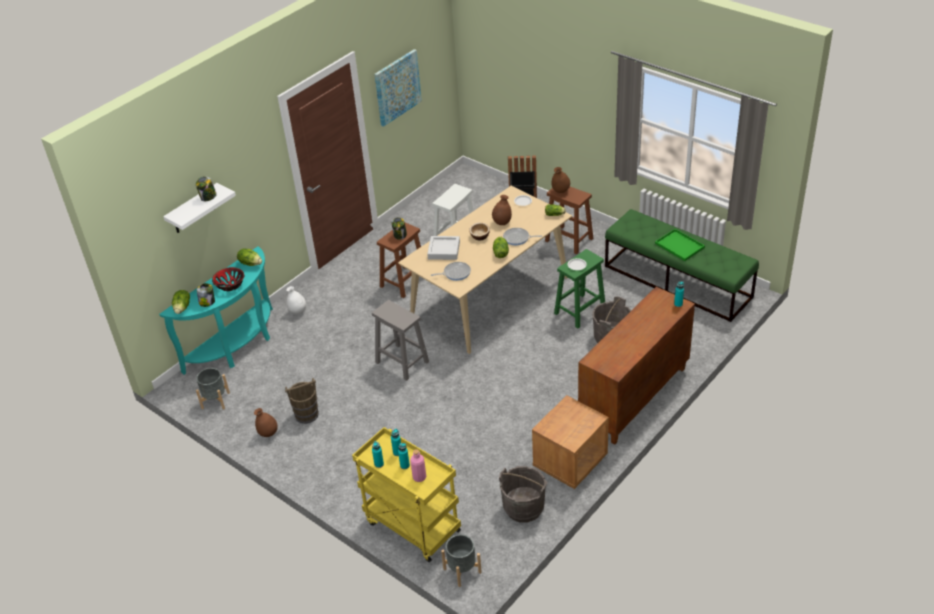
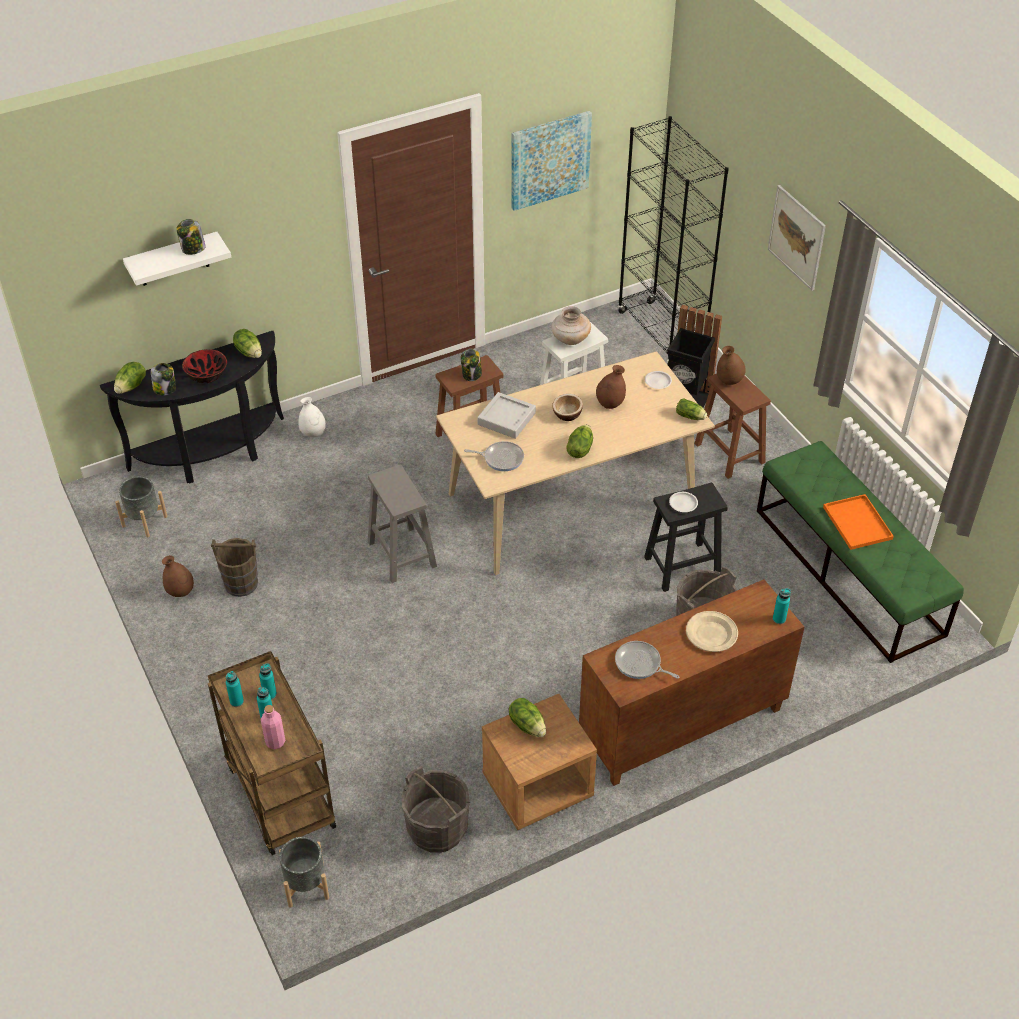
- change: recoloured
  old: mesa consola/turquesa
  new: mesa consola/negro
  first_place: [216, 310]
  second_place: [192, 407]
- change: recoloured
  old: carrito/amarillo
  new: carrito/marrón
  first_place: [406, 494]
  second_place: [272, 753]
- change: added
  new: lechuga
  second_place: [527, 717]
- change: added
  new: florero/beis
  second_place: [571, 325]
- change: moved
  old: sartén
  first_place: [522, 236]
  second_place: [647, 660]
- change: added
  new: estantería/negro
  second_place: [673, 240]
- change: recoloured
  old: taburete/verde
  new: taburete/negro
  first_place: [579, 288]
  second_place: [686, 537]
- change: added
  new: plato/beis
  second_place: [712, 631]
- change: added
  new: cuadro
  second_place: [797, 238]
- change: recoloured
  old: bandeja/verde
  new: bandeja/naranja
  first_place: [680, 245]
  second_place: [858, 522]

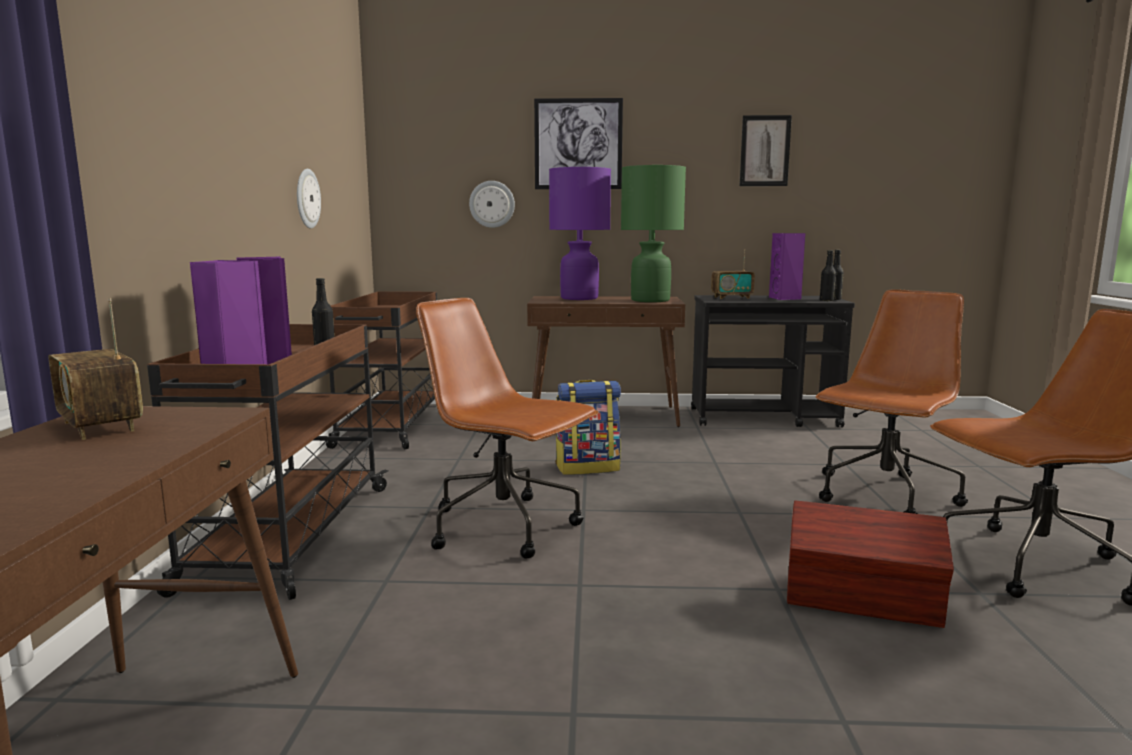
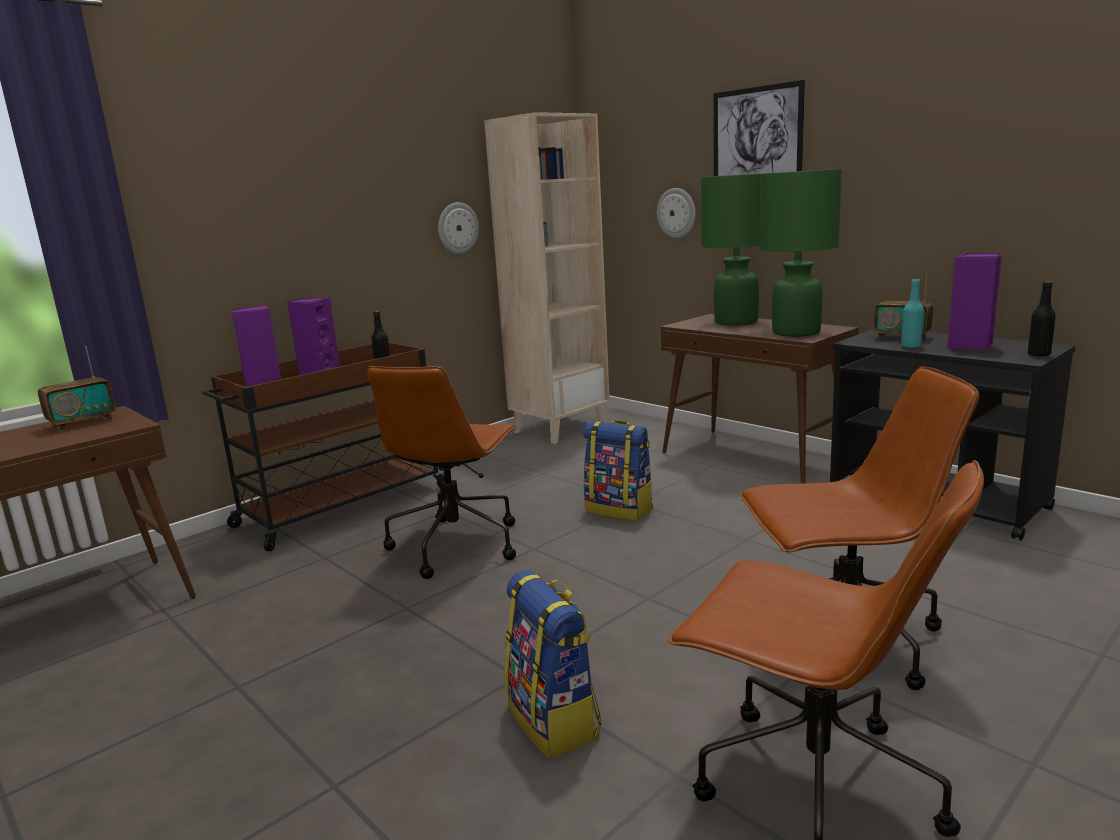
- change: turned
  old: radio
  first_place: [95, 369]
  second_place: [77, 388]
  degrees: -135
- change: turned
  old: silla de oficina/marrón
  first_place: [507, 428]
  second_place: [442, 472]
  degrees: -150
- change: replaced
  old: carrito/marrón
  new: estantería/beis
  first_place: [381, 370]
  second_place: [547, 278]
- change: replaced
  old: caja de almacenaje/marrón
  new: mochila
  first_place: [870, 564]
  second_place: [552, 664]
- change: recoloured
  old: lámpara de mesa/morado
  new: lámpara de mesa/verde
  first_place: [580, 233]
  second_place: [732, 249]
- change: added
  new: botella/turquesa
  second_place: [912, 313]
- change: removed
  old: cuadro
  first_place: [765, 150]
- change: removed
  old: botella/negro
  first_place: [828, 276]

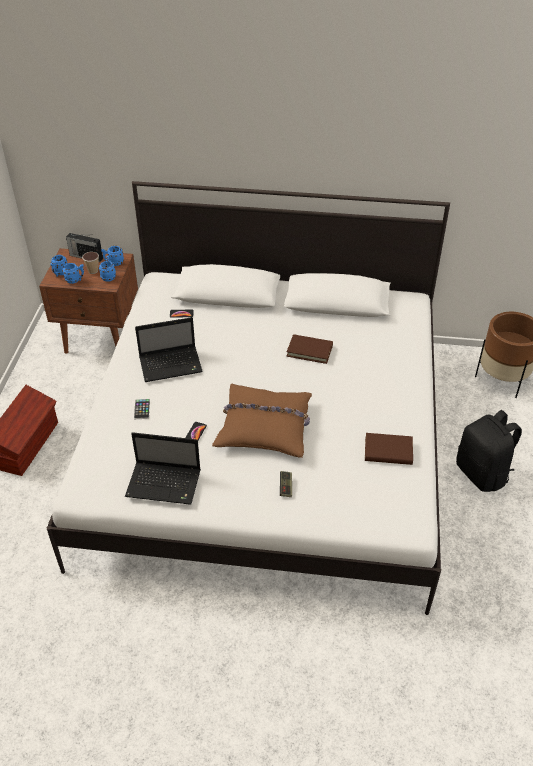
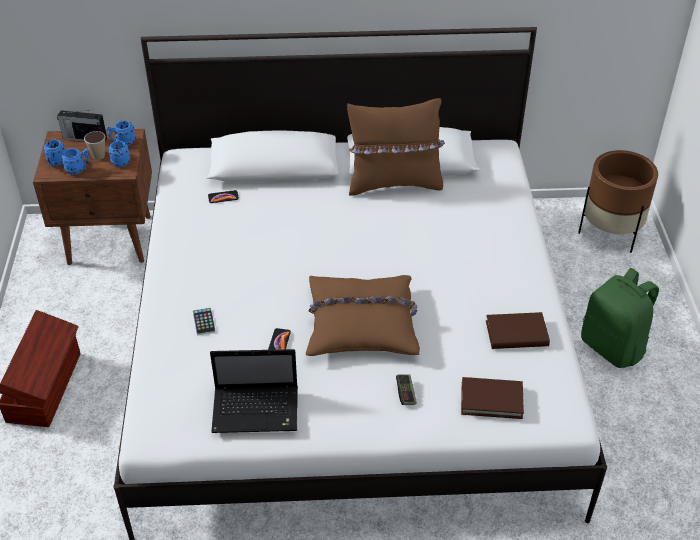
- change: added
  new: cojín/marrón
  second_place: [396, 147]
- change: moved
  old: libro/marrón
  first_place: [309, 349]
  second_place: [492, 398]
- change: recoloured
  old: mochila/negro
  new: mochila/verde
  first_place: [489, 451]
  second_place: [620, 318]
- change: removed
  old: portátil
  first_place: [169, 349]

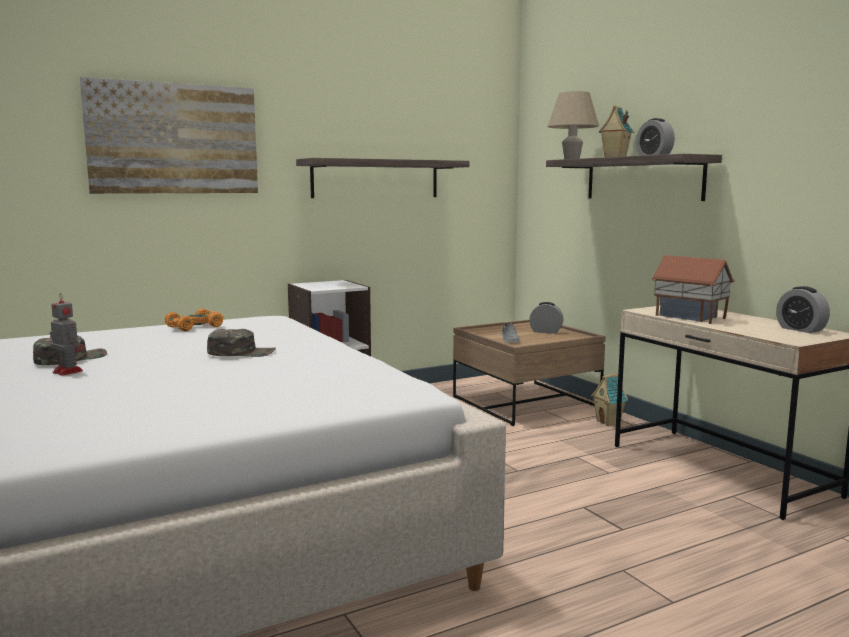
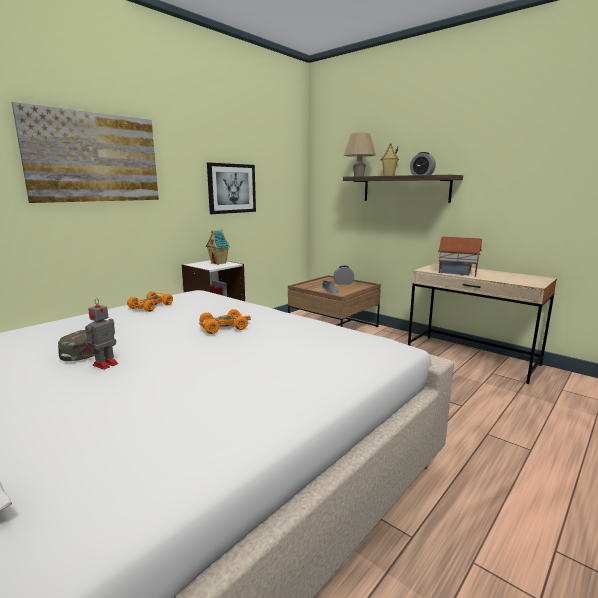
- change: turned
  old: robot de juguete
  first_place: [67, 334]
  second_place: [101, 334]
  degrees: -75
- change: replaced
  old: gorra/verde
  new: coche de juguete/naranja
  first_place: [241, 343]
  second_place: [225, 321]
- change: moved
  old: casita
  first_place: [609, 400]
  second_place: [218, 247]
- change: replaced
  old: estante
  new: cuadro
  first_place: [383, 178]
  second_place: [231, 188]
- change: removed
  old: despertador
  first_place: [803, 309]

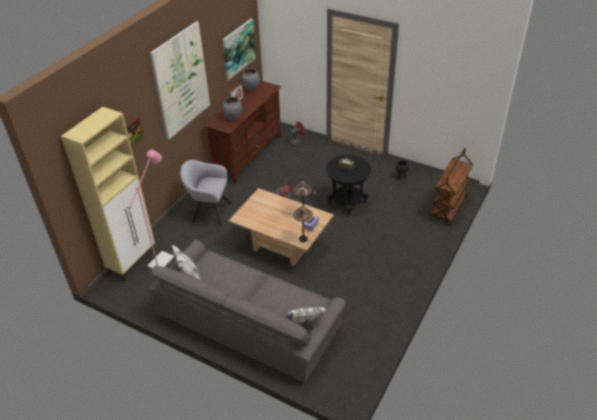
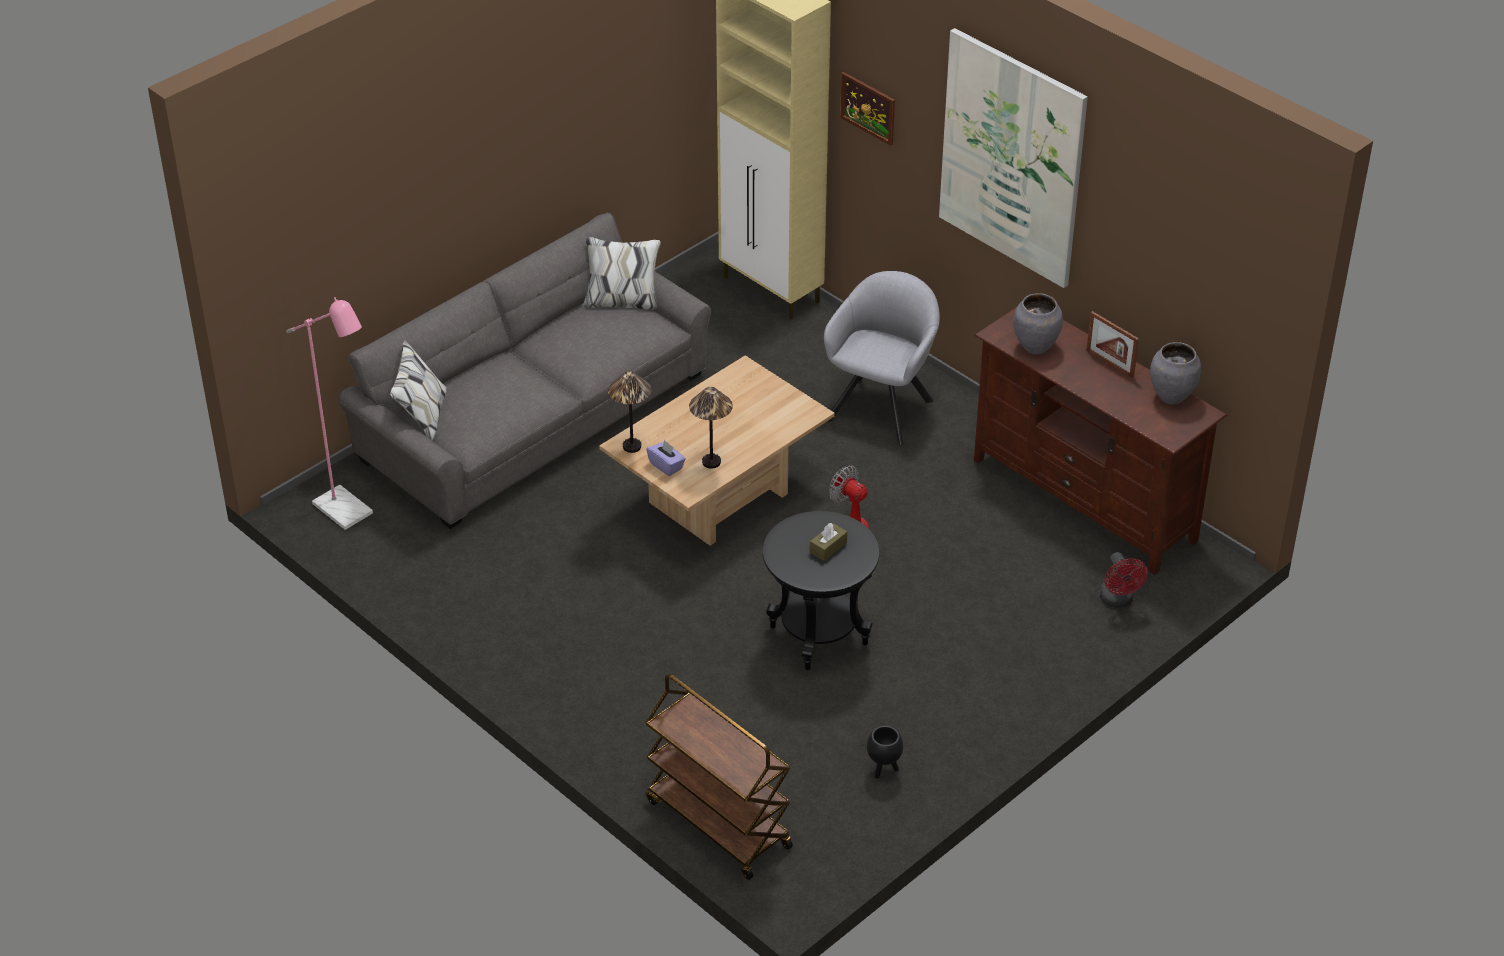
- change: moved
  old: lámpara de pie/rosa
  first_place: [151, 209]
  second_place: [329, 413]
- change: removed
  old: cuadro
  first_place: [239, 49]

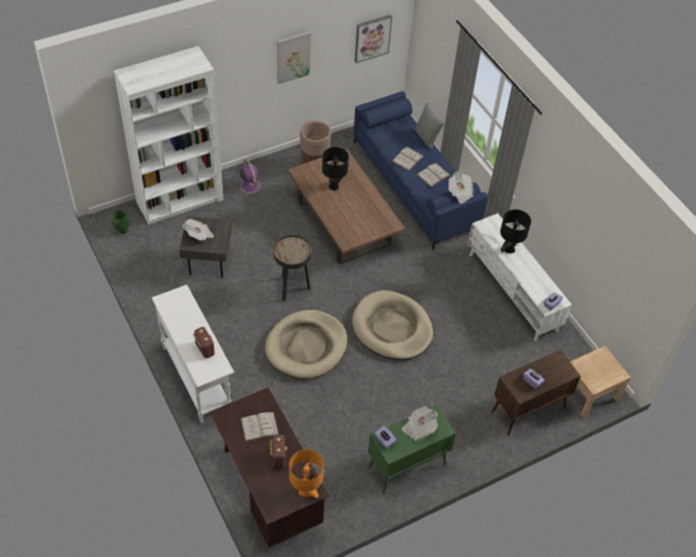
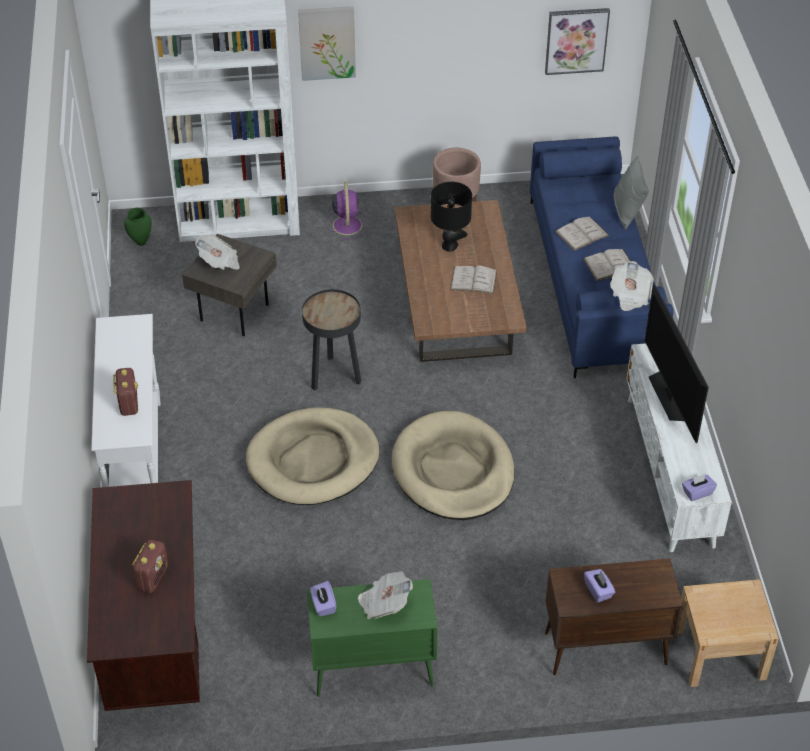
- change: moved
  old: cuadro
  first_place: [294, 57]
  second_place: [327, 43]
- change: moved
  old: libro/blanco
  first_place: [260, 427]
  second_place: [473, 279]
- change: replaced
  old: lámpara de mesa/negro
  new: televisor
  first_place: [515, 231]
  second_place: [677, 363]
- change: removed
  old: lámpara de mesa/naranja
  first_place: [306, 473]

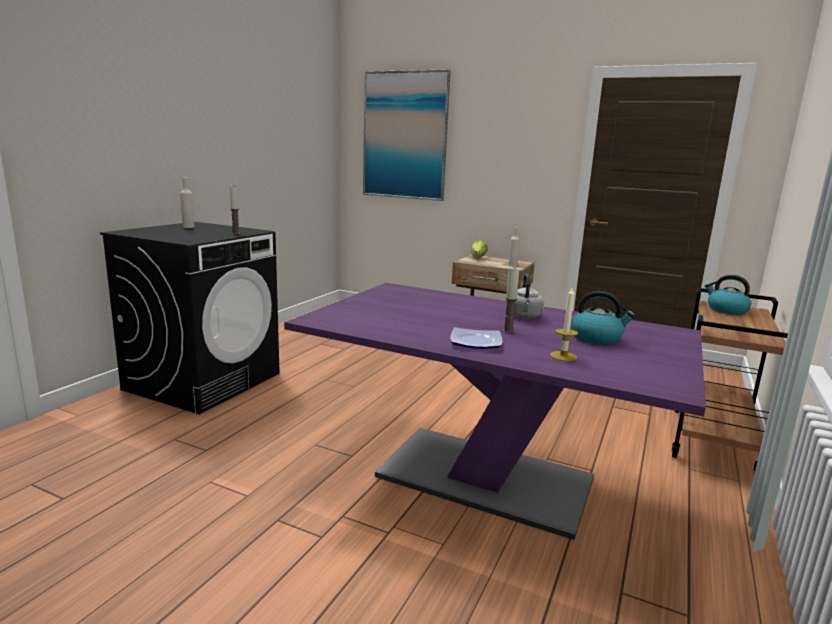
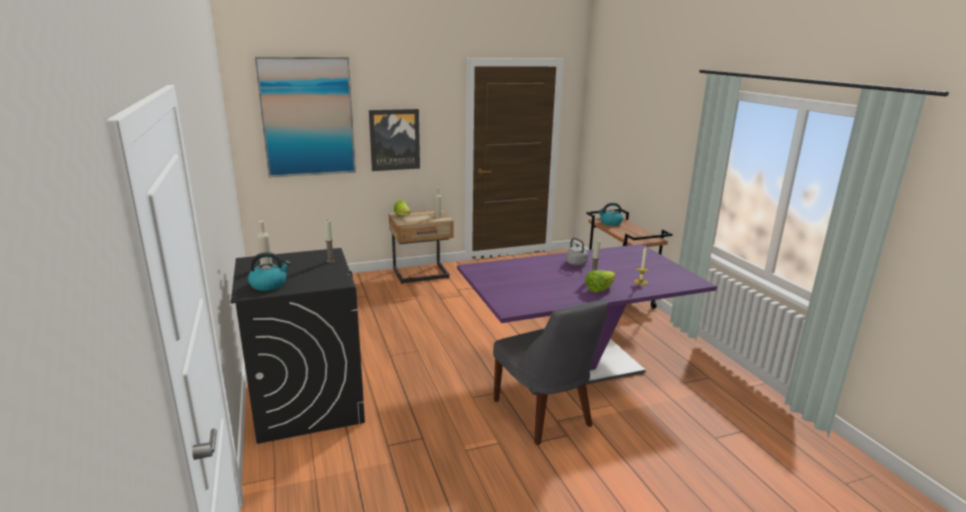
- change: moved
  old: hervidor
  first_place: [603, 318]
  second_place: [269, 271]
- change: added
  new: cuadro
  second_place: [394, 140]
- change: added
  new: silla/gris
  second_place: [550, 372]
- change: replaced
  old: plato
  new: lechuga
  first_place: [476, 338]
  second_place: [600, 281]

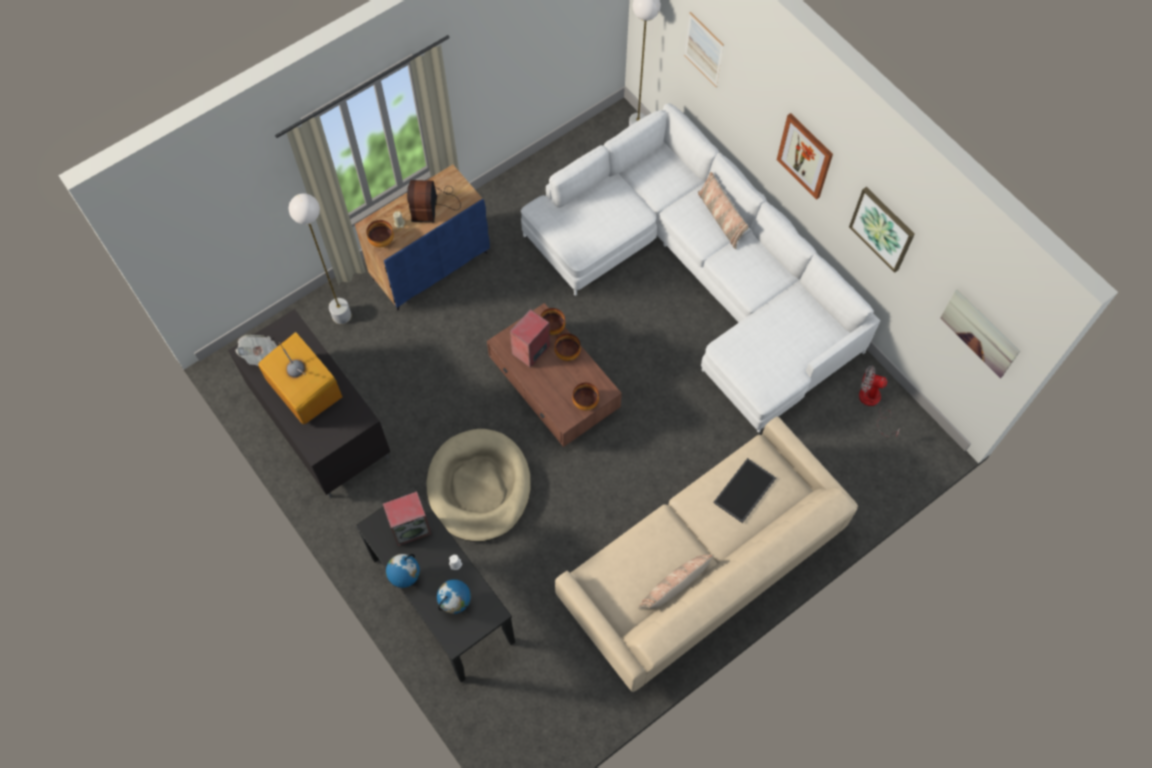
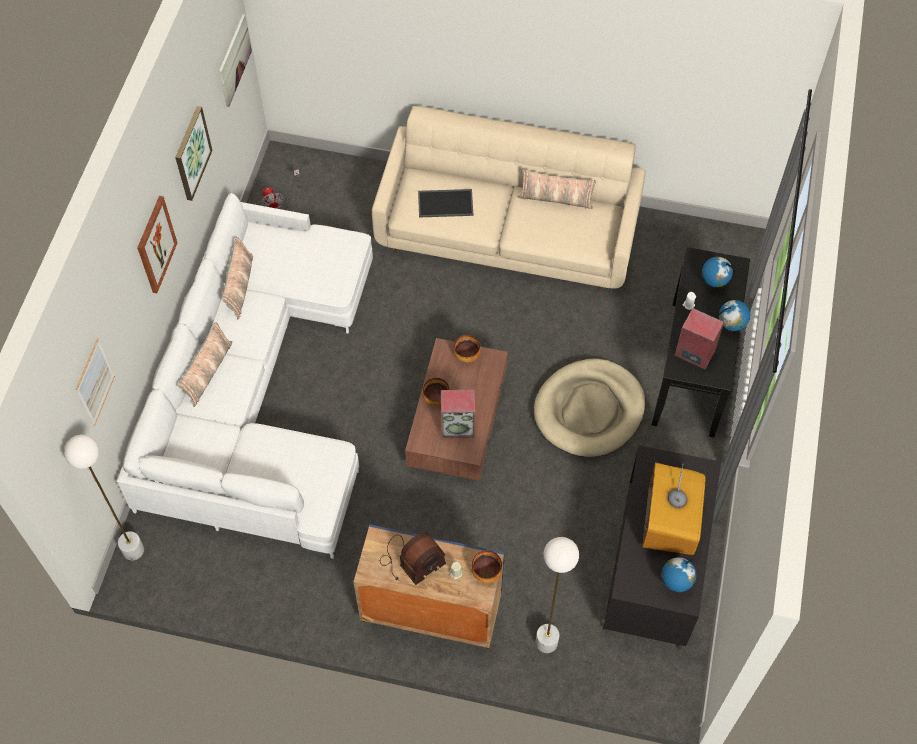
- change: added
  new: cojín
  second_place: [237, 278]
- change: replaced
  old: periódico
  new: globo terráqueo
  first_place: [256, 350]
  second_place: [678, 574]
- change: removed
  old: cuenco
  first_place: [552, 321]

